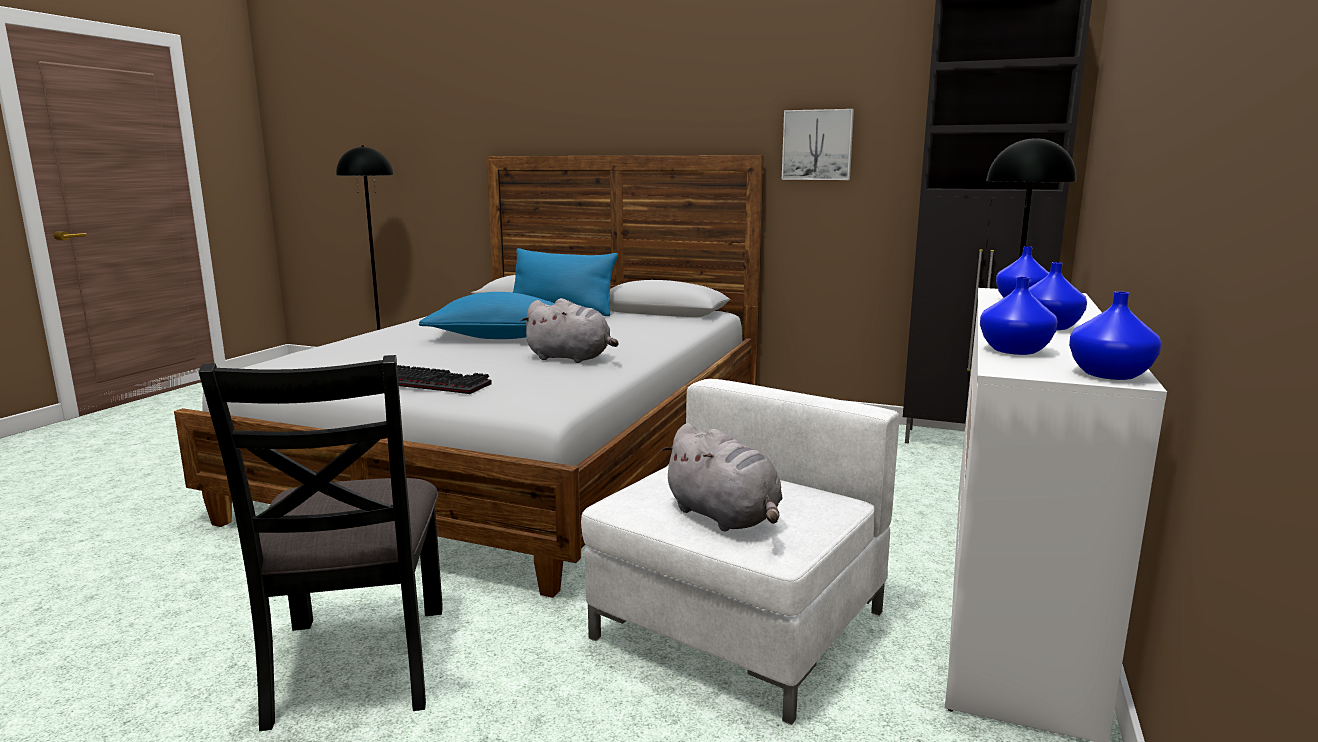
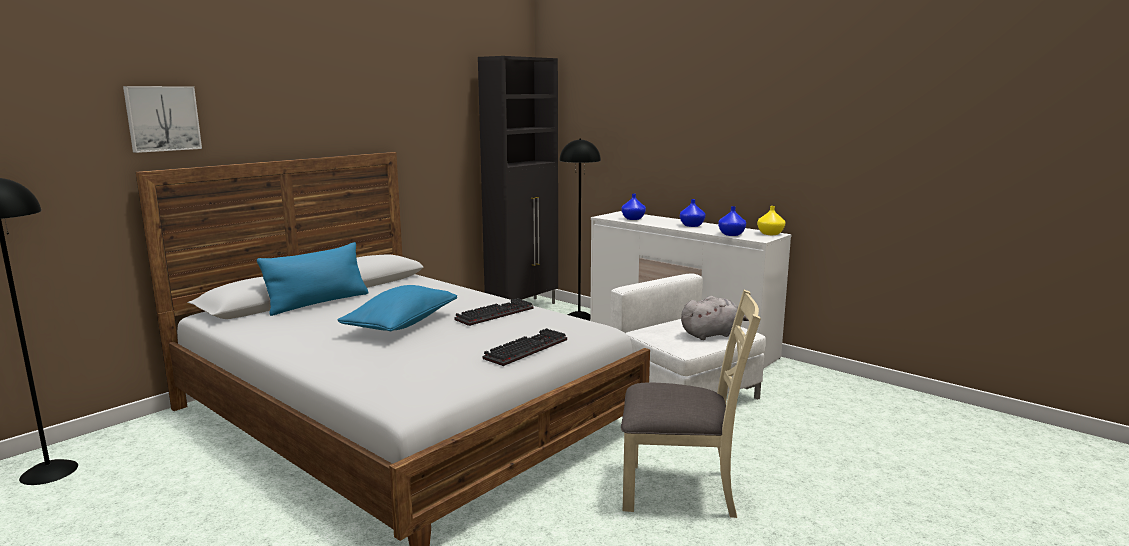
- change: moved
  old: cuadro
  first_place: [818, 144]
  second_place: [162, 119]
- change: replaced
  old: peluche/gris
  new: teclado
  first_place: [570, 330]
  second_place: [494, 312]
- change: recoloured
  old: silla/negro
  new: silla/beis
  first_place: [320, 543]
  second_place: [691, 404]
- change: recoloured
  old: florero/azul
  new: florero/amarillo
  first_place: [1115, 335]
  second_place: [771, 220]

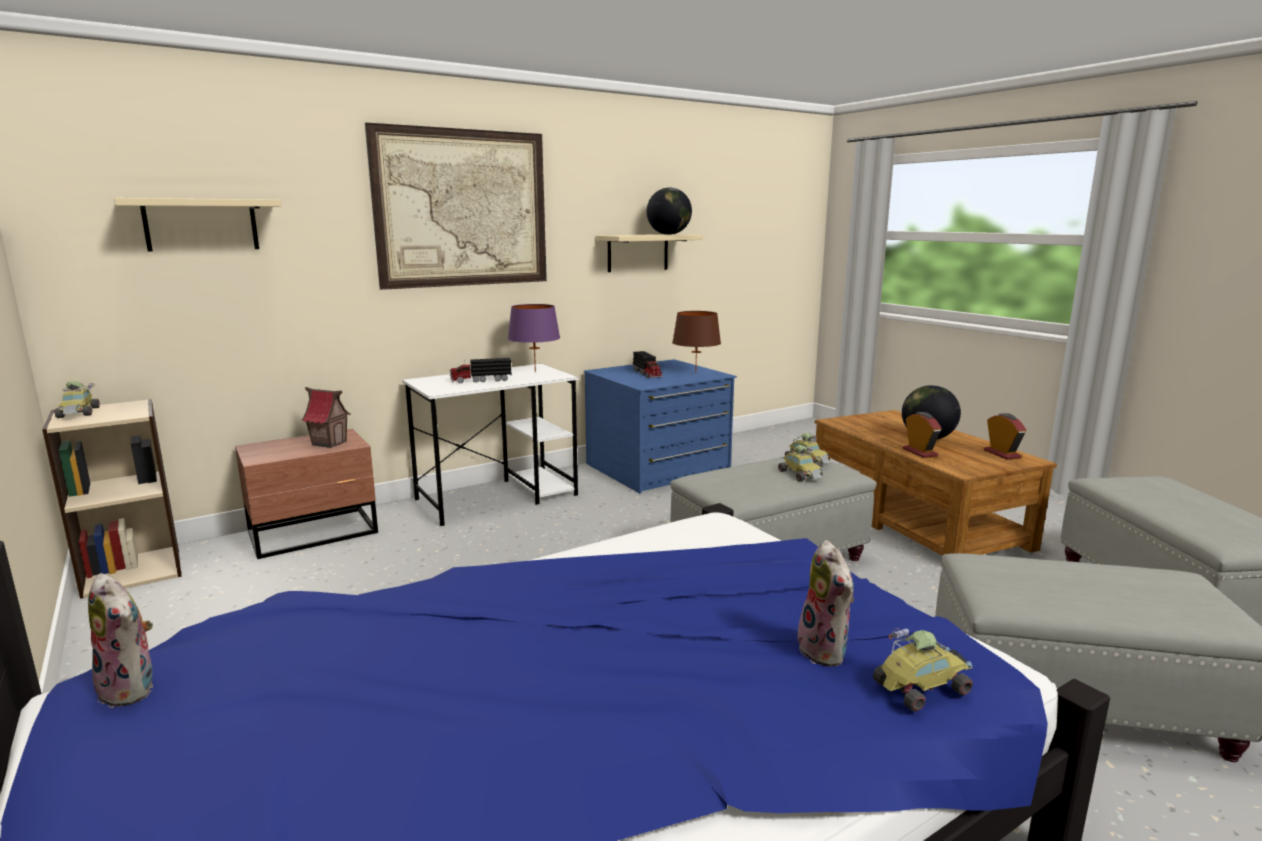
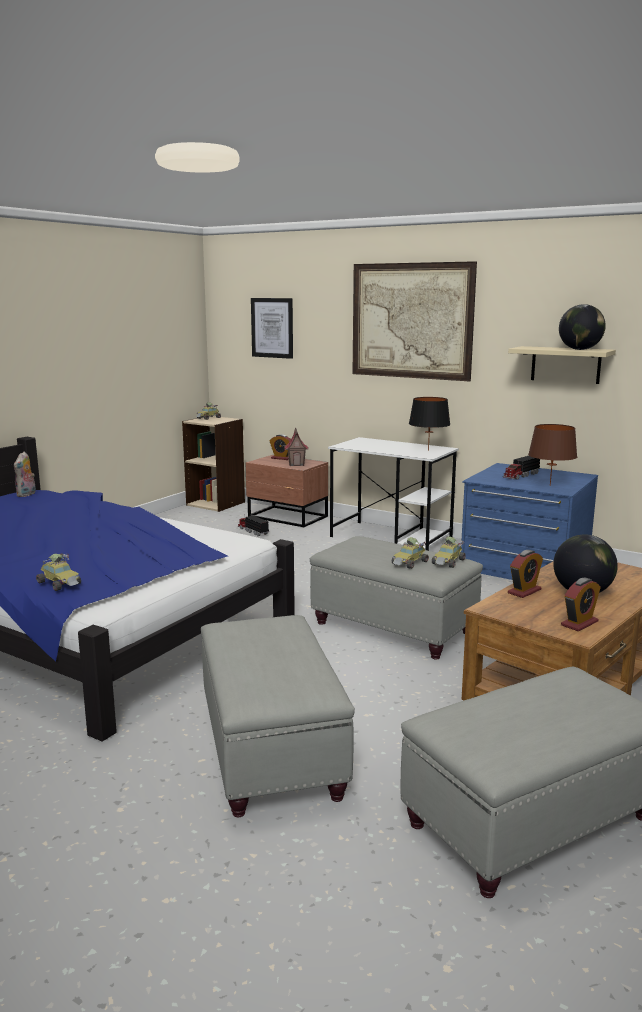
- change: moved
  old: camión de juguete
  first_place: [480, 370]
  second_place: [253, 525]
- change: replaced
  old: estante/beis
  new: cuadro
  first_place: [198, 225]
  second_place: [272, 328]
- change: added
  new: despertador
  second_place: [280, 447]
- change: recoloured
  old: lámpara de mesa/morado
  new: lámpara de mesa/negro
  first_place: [534, 338]
  second_place: [429, 424]
- change: removed
  old: peluche
  first_place: [826, 603]

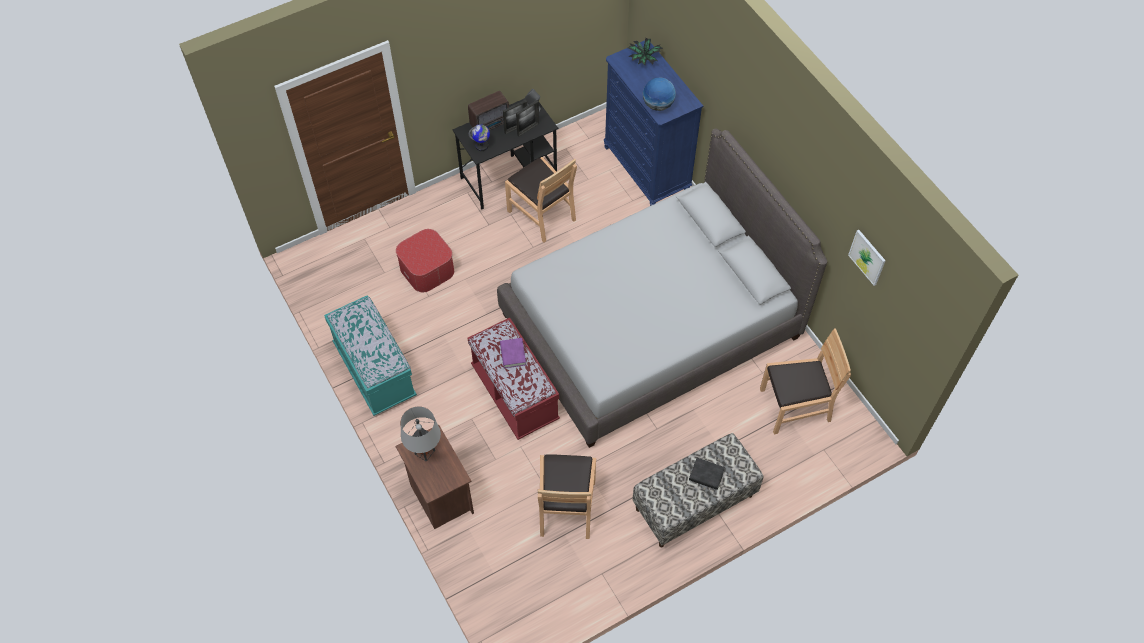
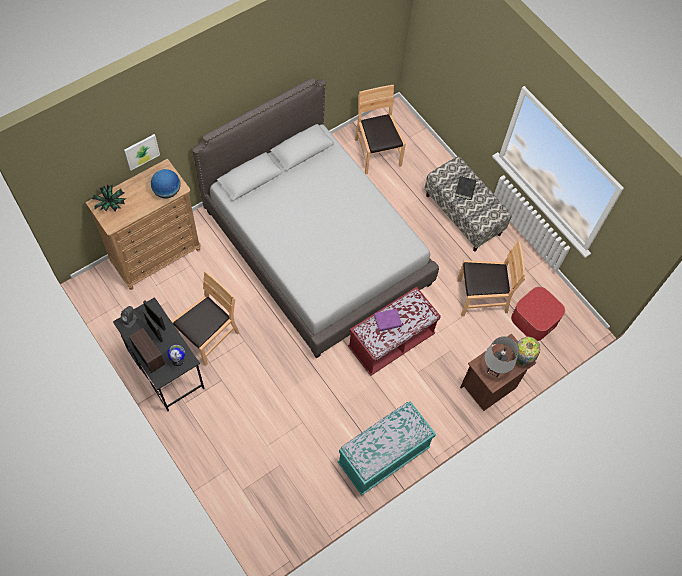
- change: recoloured
  old: cómoda/azul
  new: cómoda/marrón
  first_place: [653, 123]
  second_place: [143, 224]
- change: moved
  old: cuadro
  first_place: [867, 258]
  second_place: [142, 152]
- change: moved
  old: puf
  first_place: [425, 260]
  second_place: [538, 314]
- change: added
  new: lámpara de mesa
  second_place: [527, 351]

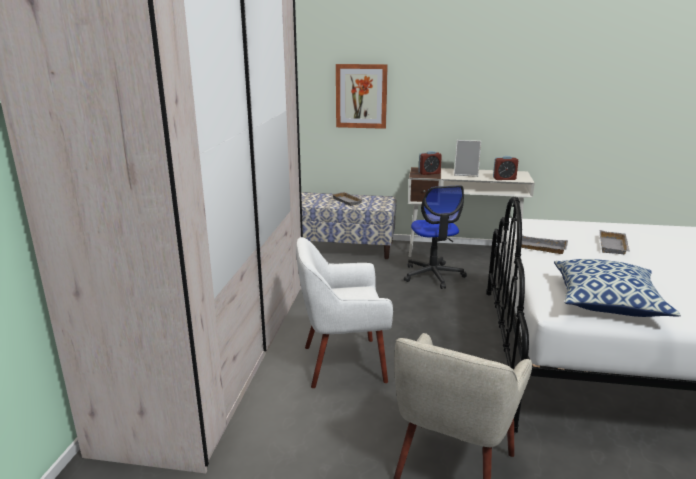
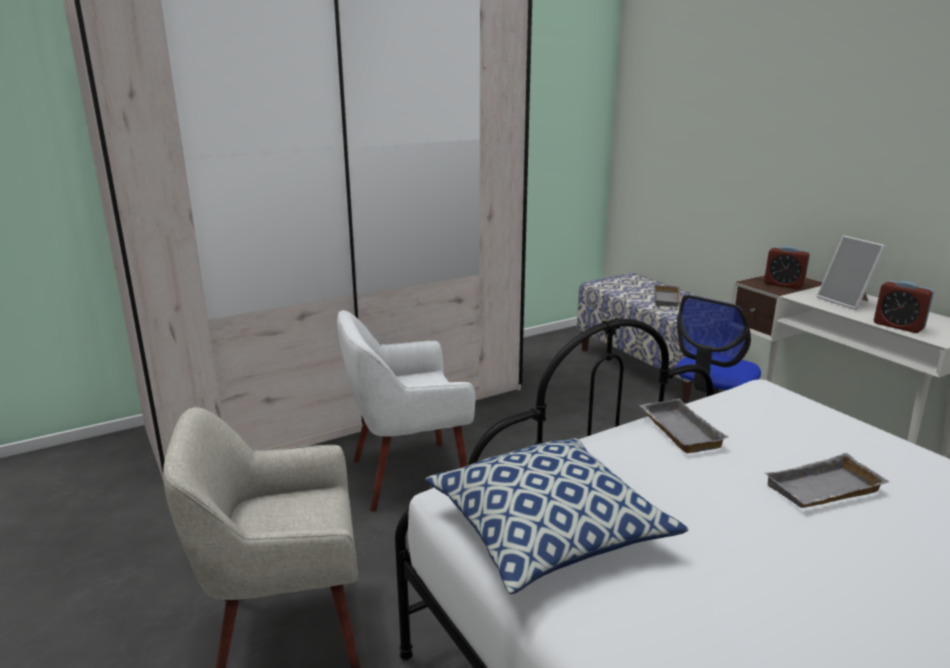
- change: turned
  old: sillón/blanco
  first_place: [344, 312]
  second_place: [406, 411]
  degrees: -60
- change: removed
  old: cuadro
  first_place: [362, 96]

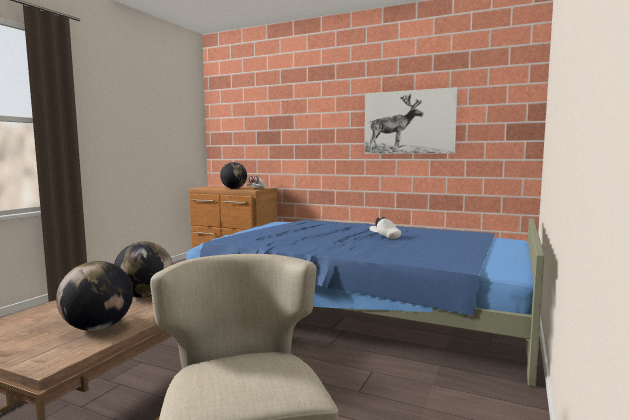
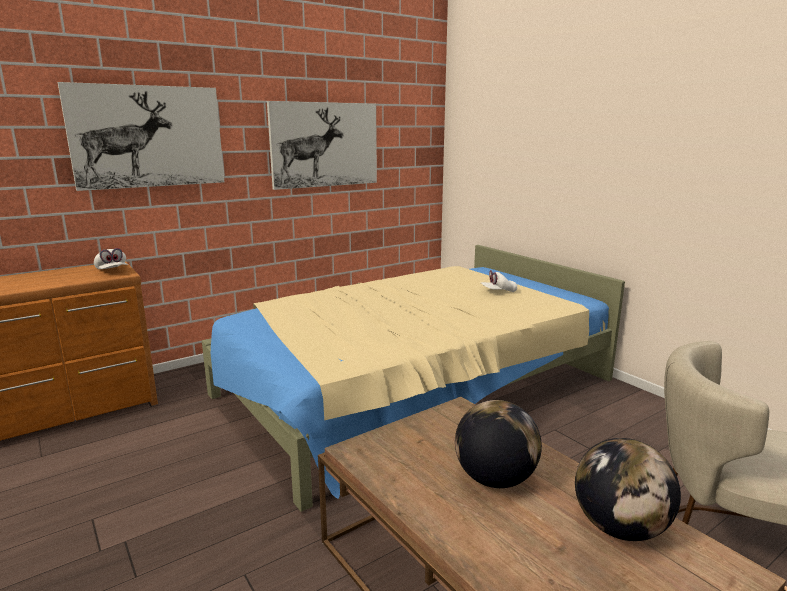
- change: added
  new: cuadro
  second_place: [141, 136]
- change: recoloured
  old: cama/azul
  new: cama/beis
  first_place: [365, 302]
  second_place: [413, 378]
- change: moved
  old: gorra/blanco
  first_place: [385, 228]
  second_place: [499, 281]
- change: removed
  old: globo terráqueo
  first_place: [233, 175]

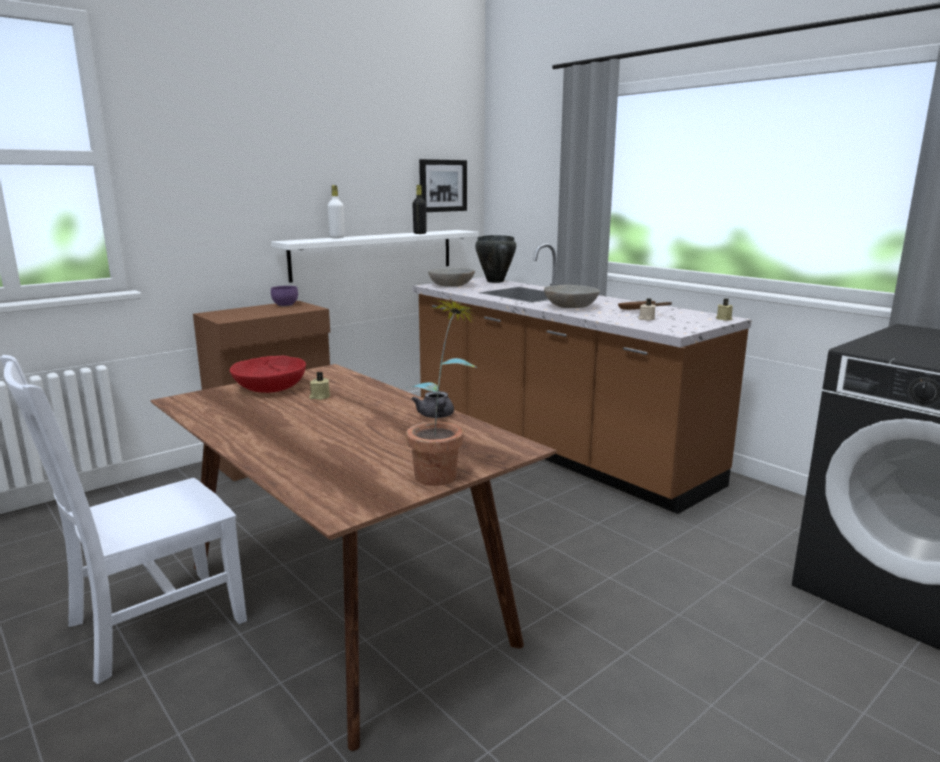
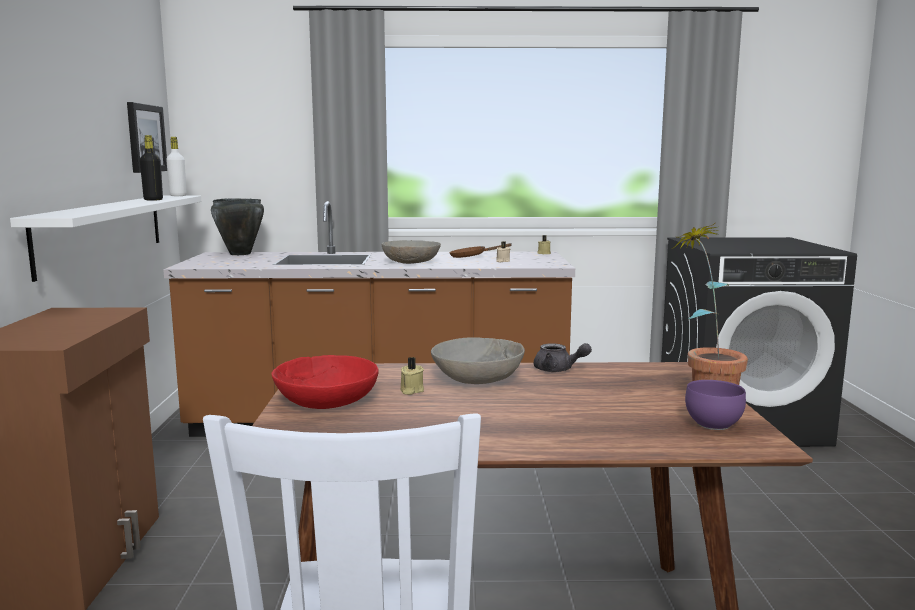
- change: moved
  old: botella/blanco
  first_place: [336, 211]
  second_place: [176, 166]
- change: moved
  old: cuenco/gris
  first_place: [451, 277]
  second_place: [478, 360]
- change: moved
  old: cuenco/morado
  first_place: [284, 296]
  second_place: [715, 405]

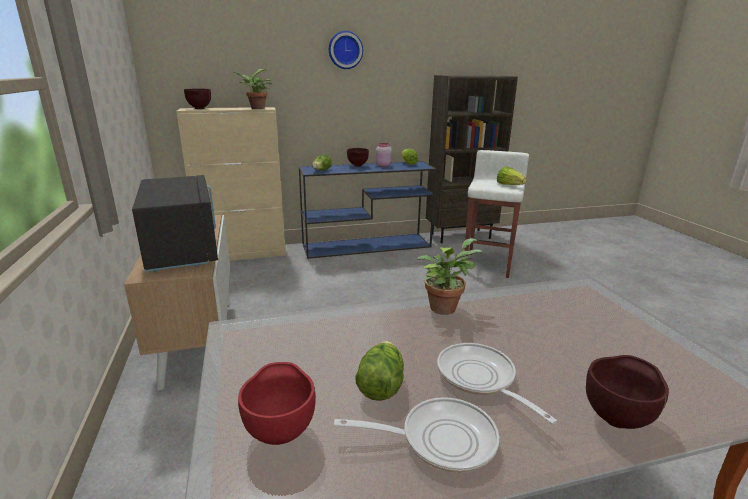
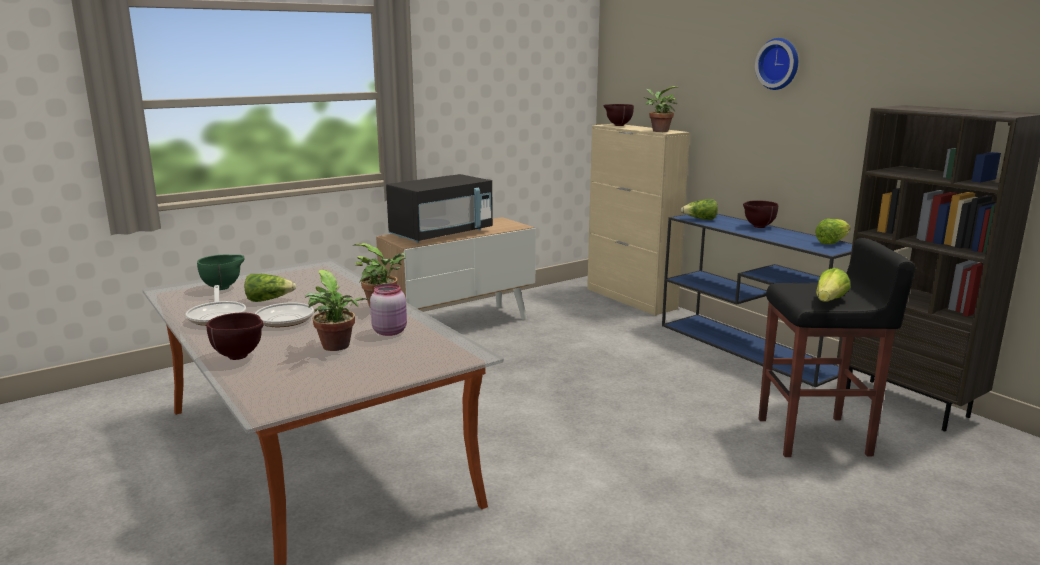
- change: recoloured
  old: cuenco/rojo
  new: cuenco/verde
  first_place: [277, 403]
  second_place: [221, 272]
- change: added
  new: planta en maceta
  second_place: [337, 310]
- change: moved
  old: tarro/rosa
  first_place: [384, 155]
  second_place: [388, 309]
- change: recoloured
  old: taburete/blanco
  new: taburete/negro
  first_place: [496, 214]
  second_place: [836, 347]

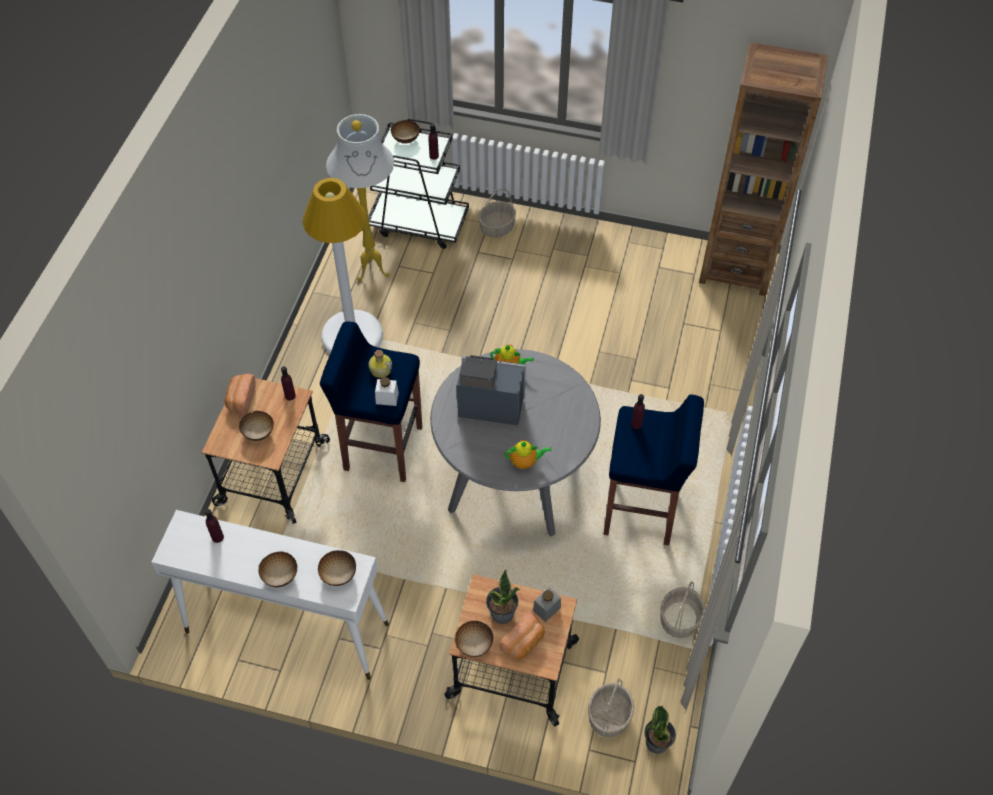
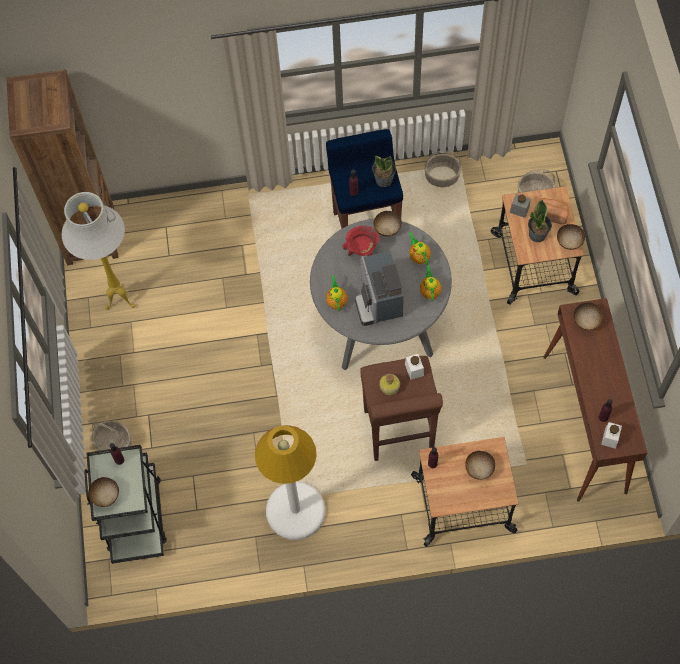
- change: moved
  old: lámpara de pie/blanco
  first_place: [360, 197]
  second_place: [99, 251]
- change: added
  new: olla/rojo
  second_place: [360, 241]
- change: recoloured
  old: taburete/azul
  new: taburete/marrón
  first_place: [371, 402]
  second_place: [401, 408]
- change: moved
  old: planta en maceta
  first_place: [660, 730]
  second_place: [384, 171]
- change: moved
  old: cuenco
  first_place: [278, 569]
  second_place: [387, 224]
- change: added
  new: tetera
  second_place: [430, 283]
- change: recoloured
  old: mesa consola/blanco
  new: mesa consola/marrón
  first_place: [270, 595]
  second_place: [595, 400]
- change: added
  new: tarro/blanco
  second_place: [611, 435]
- change: removed
  old: pan
  first_place: [240, 394]

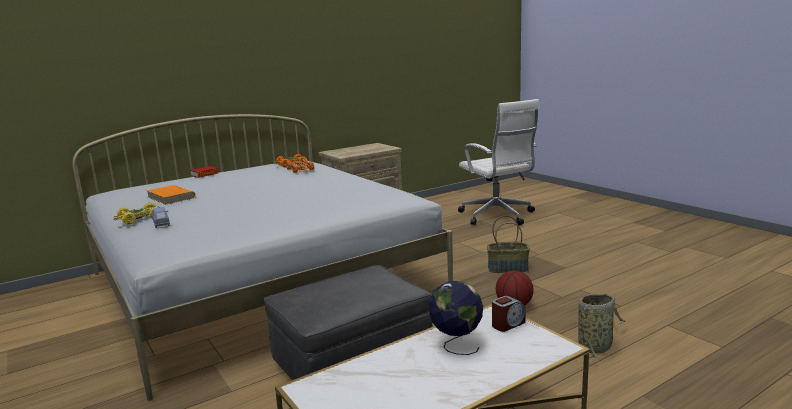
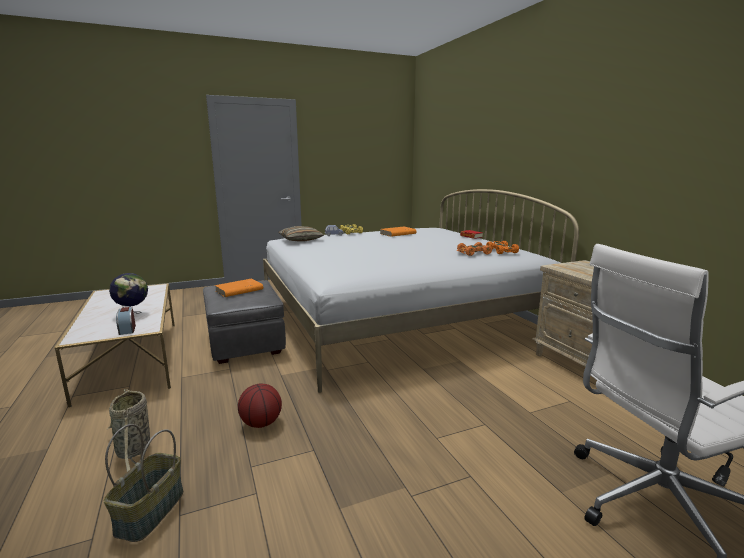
- change: moved
  old: cesta
  first_place: [508, 244]
  second_place: [143, 483]
- change: added
  new: libro/naranja
  second_place: [239, 288]
- change: added
  new: cojín
  second_place: [301, 234]

